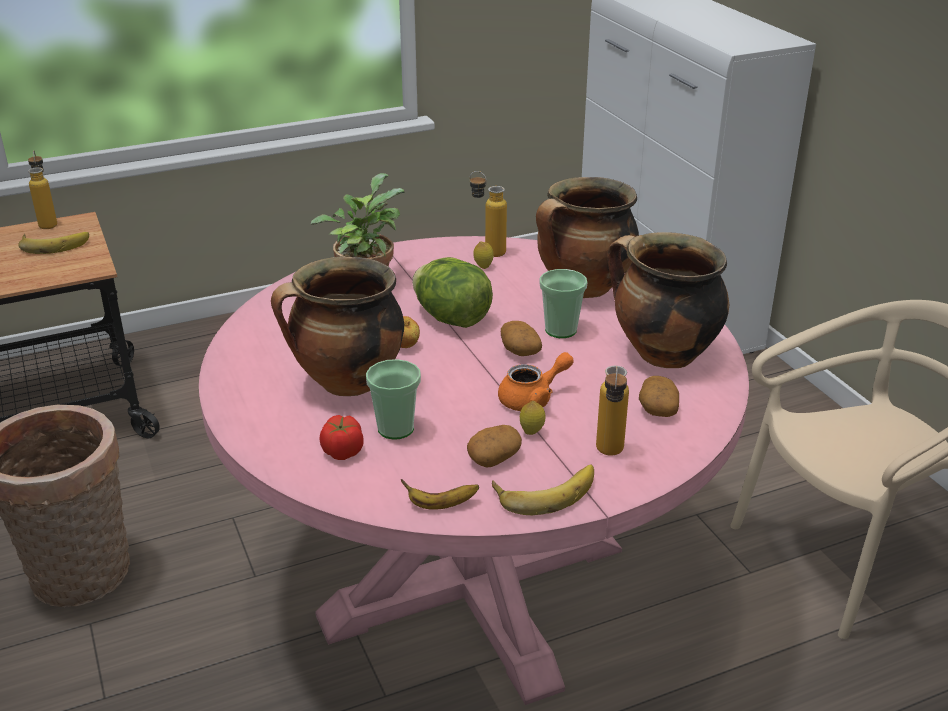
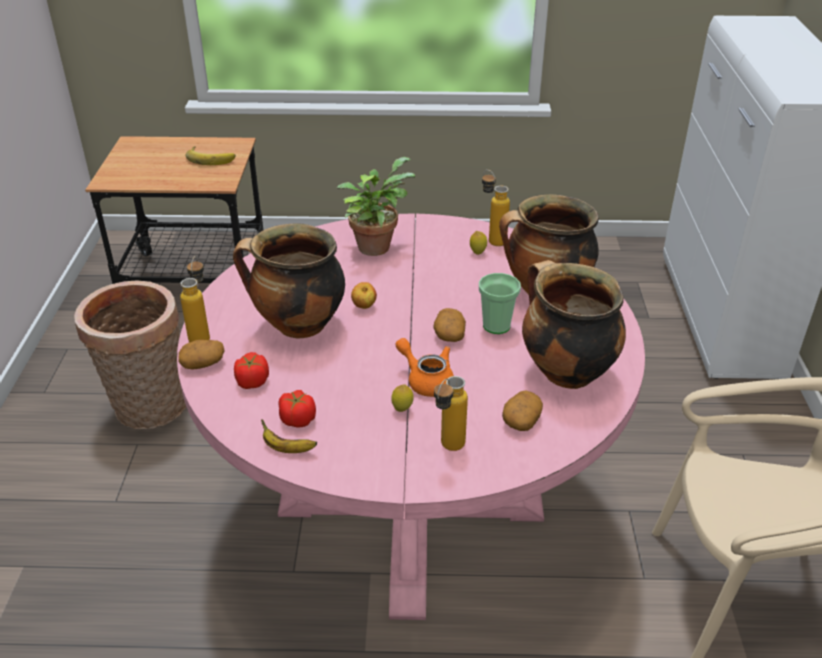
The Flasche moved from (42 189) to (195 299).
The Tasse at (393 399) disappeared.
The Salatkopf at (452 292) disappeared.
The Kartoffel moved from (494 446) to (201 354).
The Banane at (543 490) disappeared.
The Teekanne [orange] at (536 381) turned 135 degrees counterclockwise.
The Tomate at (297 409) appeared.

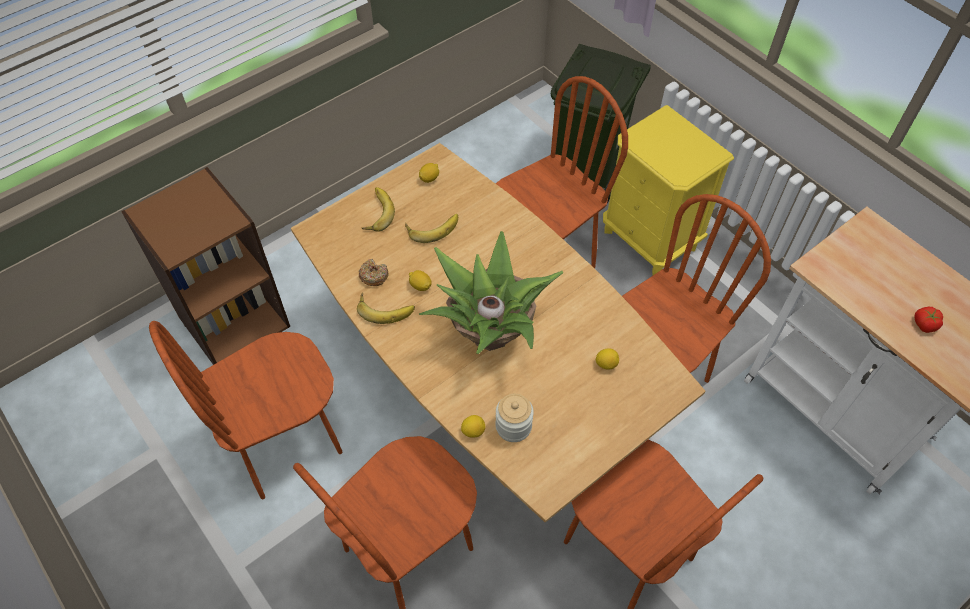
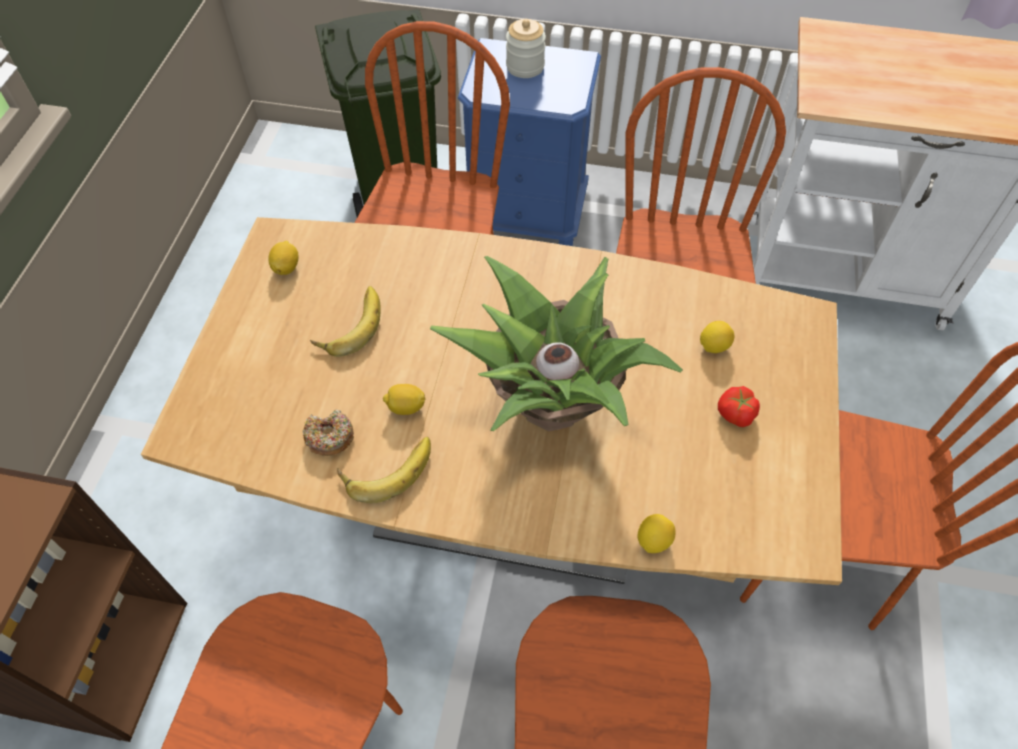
The Banane at (378 209) disappeared.
The Vorratsglas moved from (514 418) to (526 48).
The Nachttisch [gelb] at (668 190) became the Nachttisch [blau] at (529 142).
The Tomate moved from (928 320) to (739 406).

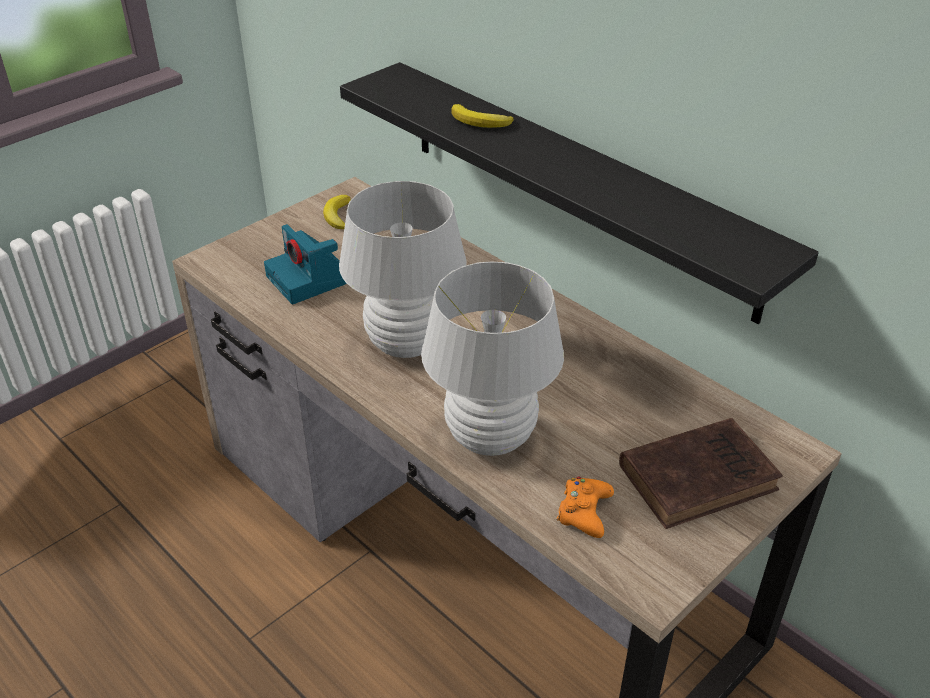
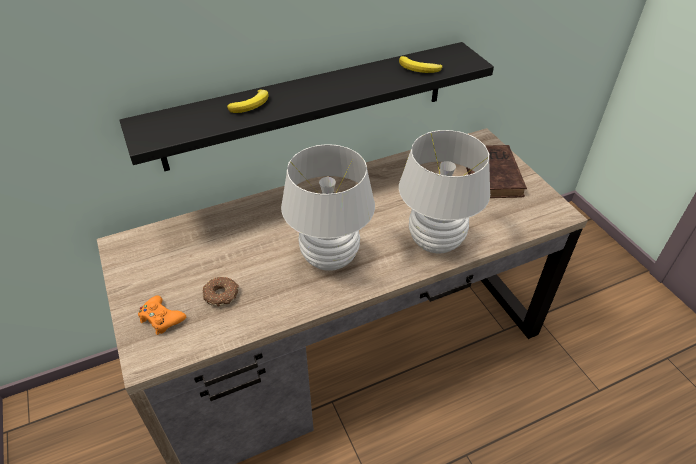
The Kamera at (305 264) was replaced by the Donut at (221 292).
The Banane moved from (337 212) to (420 64).
The Gamepad [orange] moved from (585 507) to (162 315).

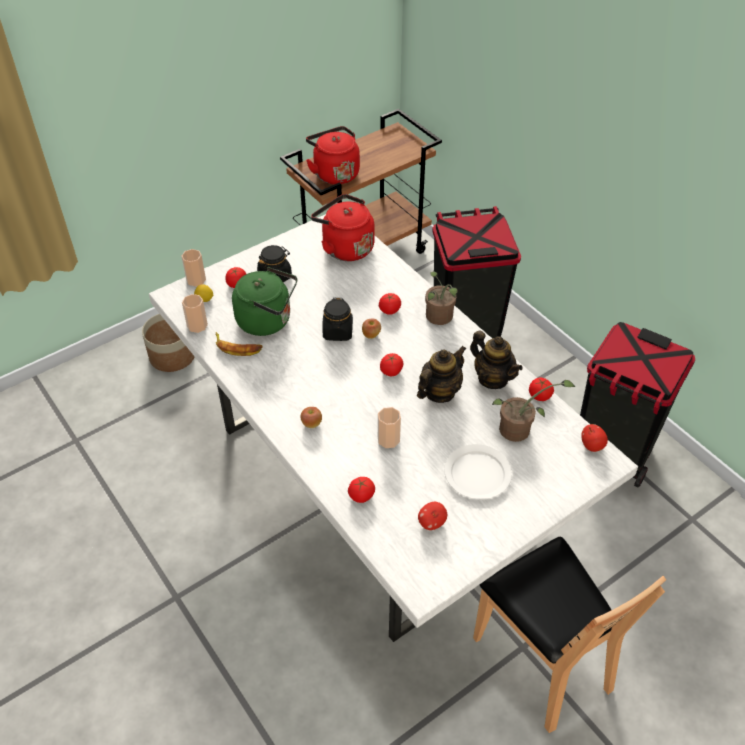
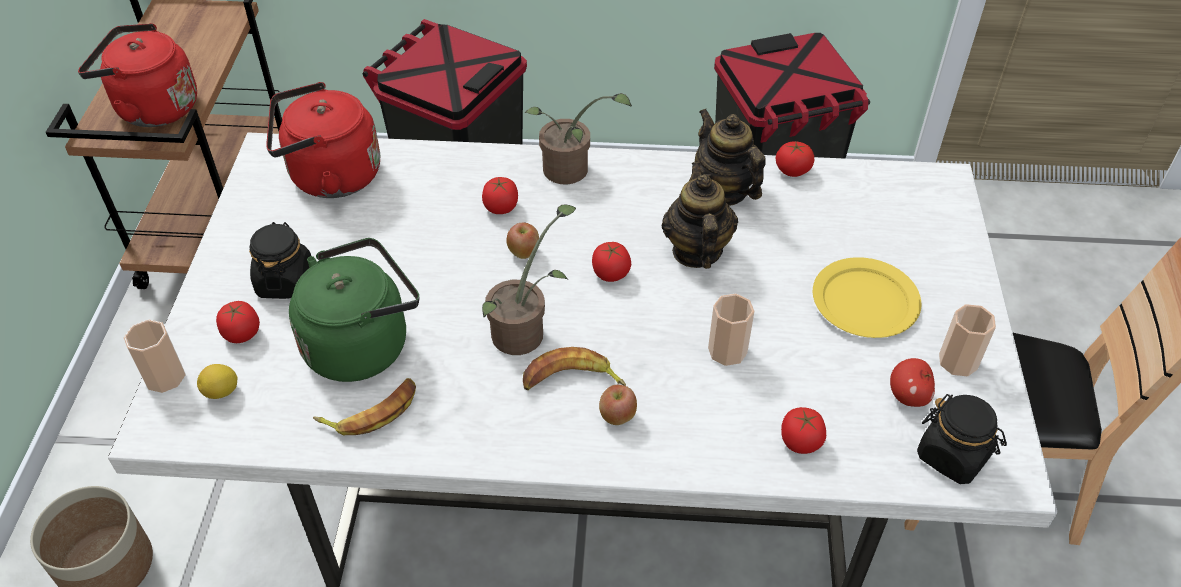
The Tasse moved from (195 313) to (967 340).
The Vorratsglas [schwarz] moved from (337 319) to (962 439).
The Teller [weiß] at (478 472) became the Teller [gelb] at (867 297).
The Teekanne at (496 359) turned 120 degrees counterclockwise.
The Topfpflanze moved from (533 411) to (529 280).
The Apfel at (594 438) disappeared.
The Banane at (574 368) appeared.

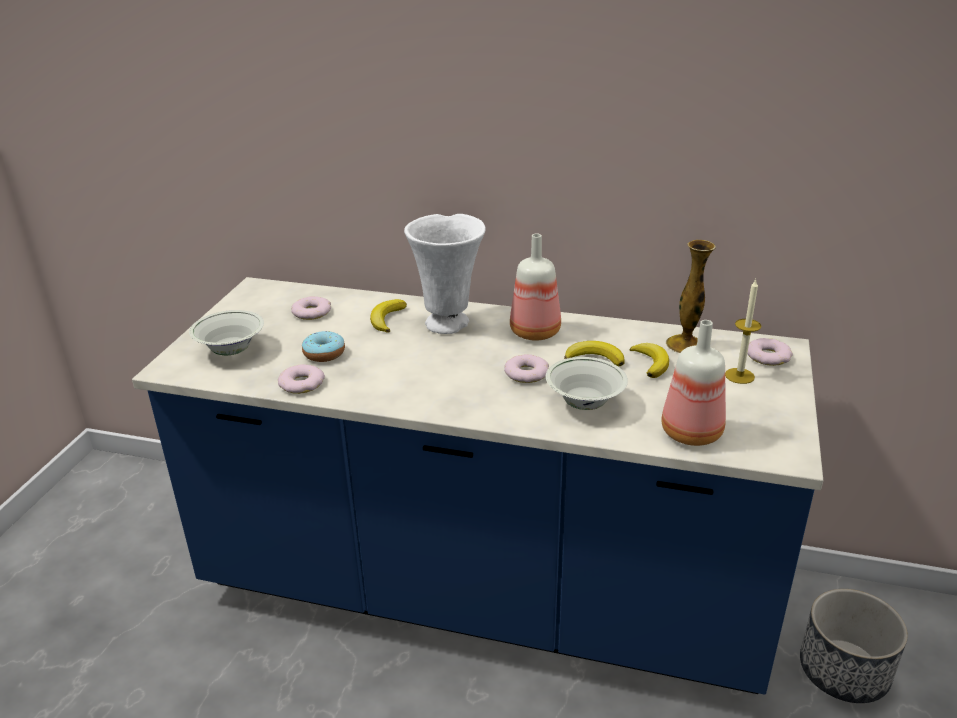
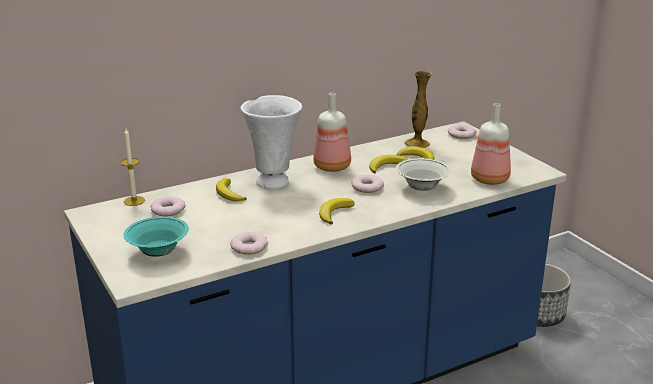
The Schüssel [weiß] at (226 332) became the Schüssel [türkis] at (156 237).
The Donut at (323 346) disappeared.
The Kerze moved from (743 331) to (132 167).
The Banane at (337 211) appeared.

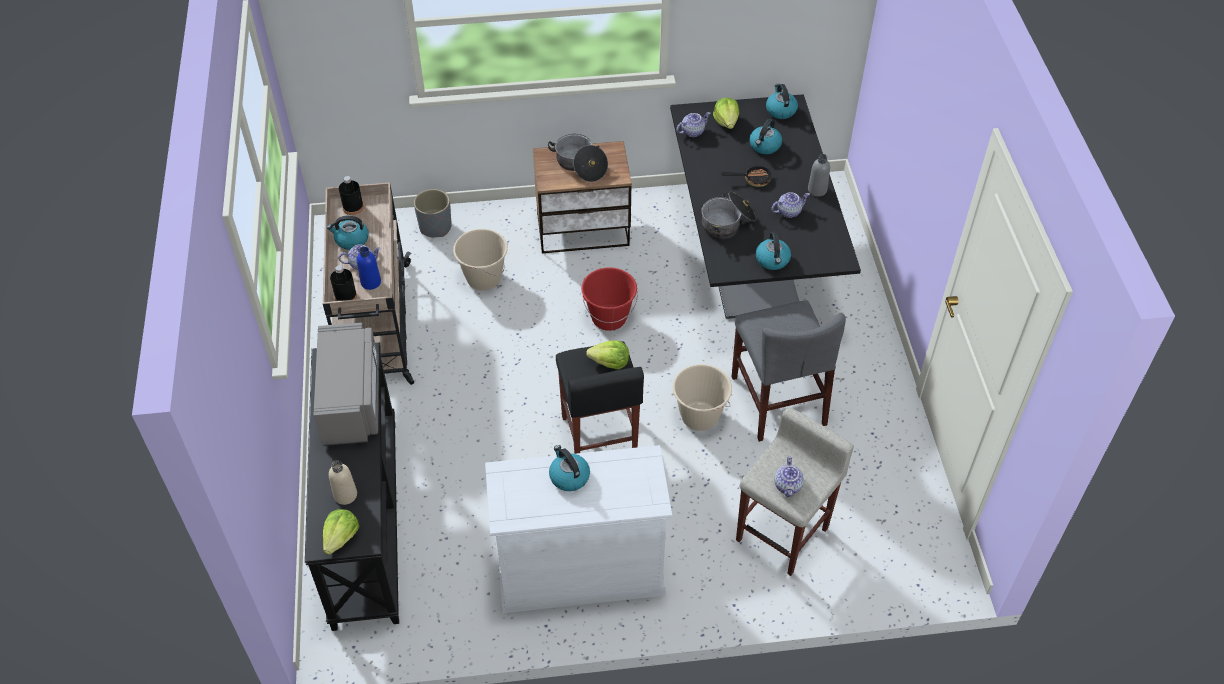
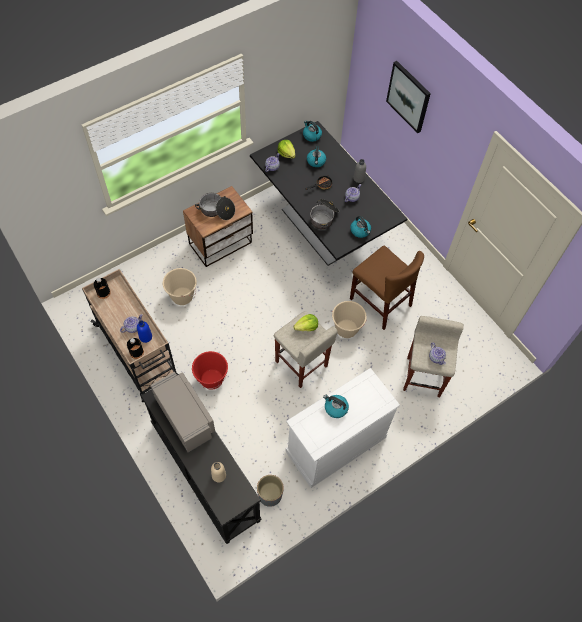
The Salatkopf at (341 532) disappeared.
The Wasserkessel at (348 233) disappeared.
The Pflanzkübel [grau] moved from (433 213) to (270 491).
The Hocker [schwarz] at (600 397) became the Hocker [beige] at (306 349).
The Eimer [rot] moved from (609 299) to (210 370).
The Stuhl [grau] at (789 371) became the Stuhl [braun] at (387 288).
The Bild at (408 97) appeared.

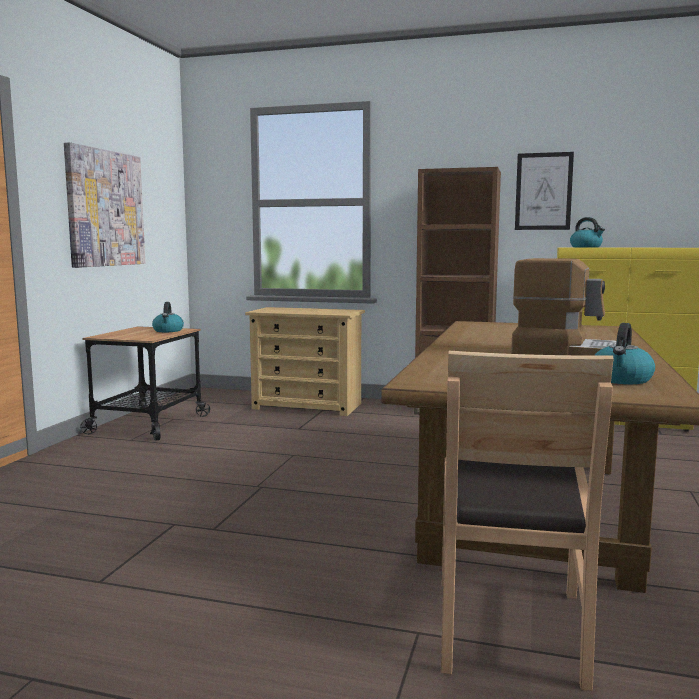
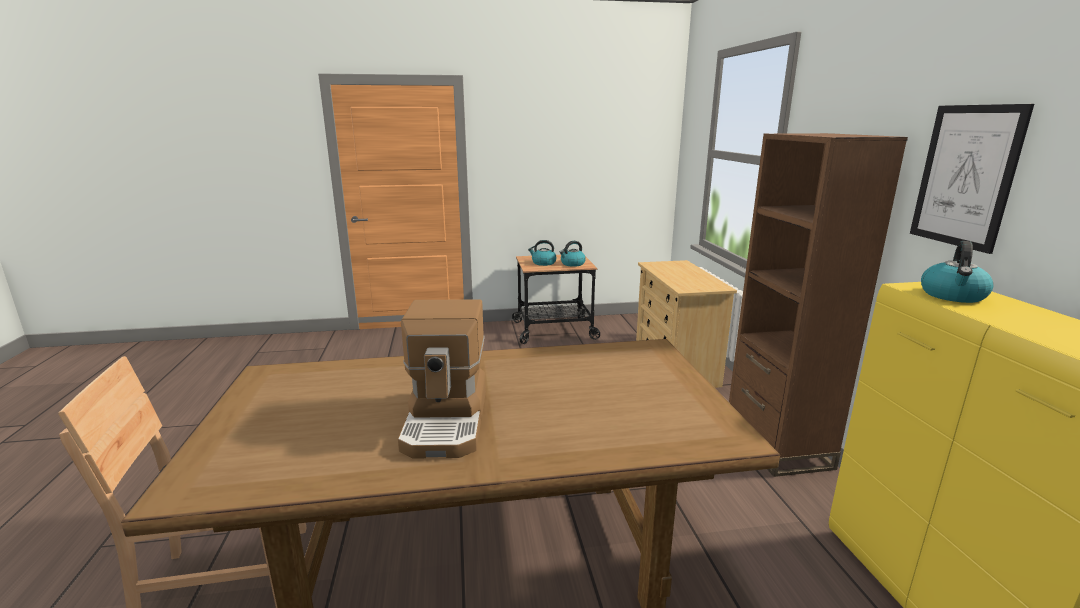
The Bild at (104 205) disappeared.
The Wasserkessel moved from (625 353) to (542 253).

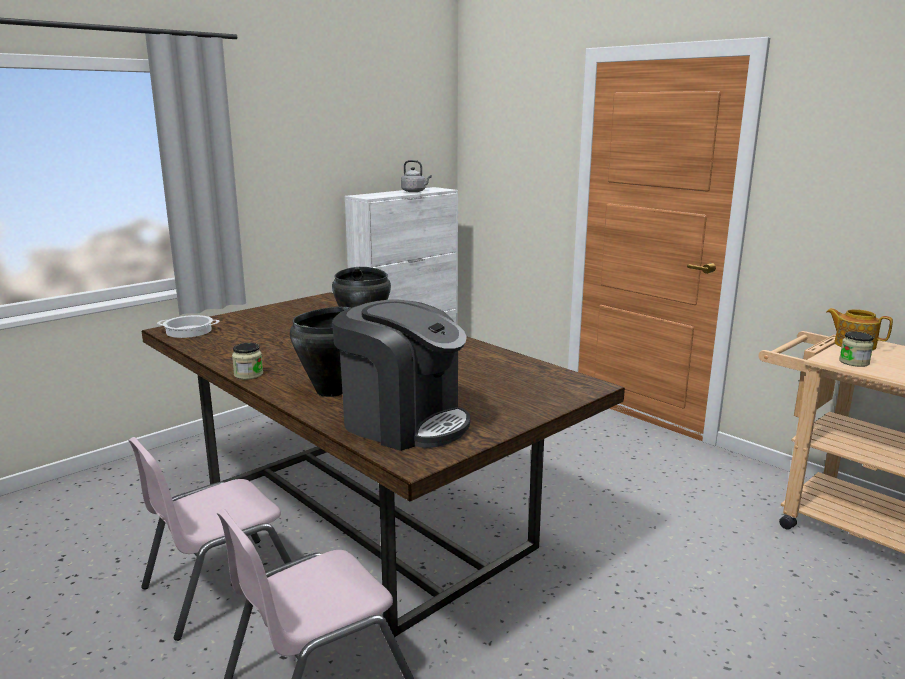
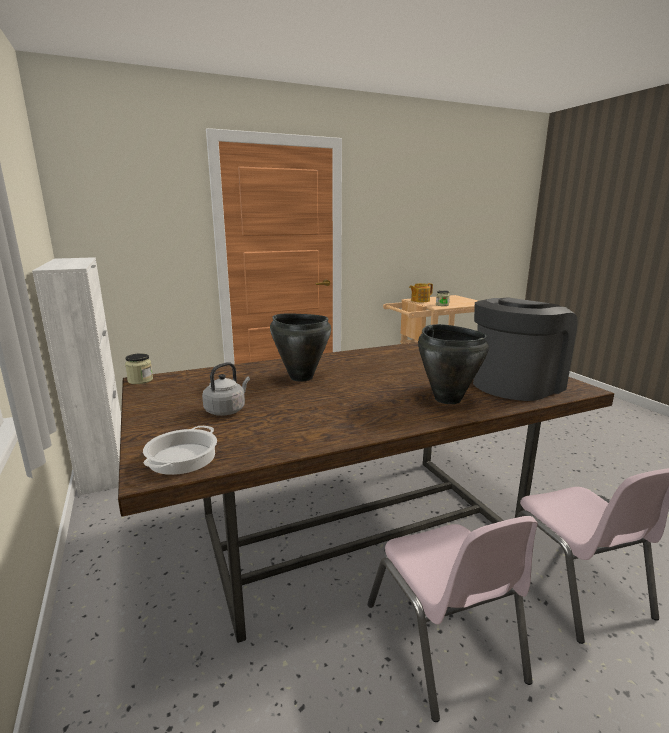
The Vorratsglas moved from (247 361) to (139 368).
The Wasserkessel [grau] moved from (416 176) to (226 389).

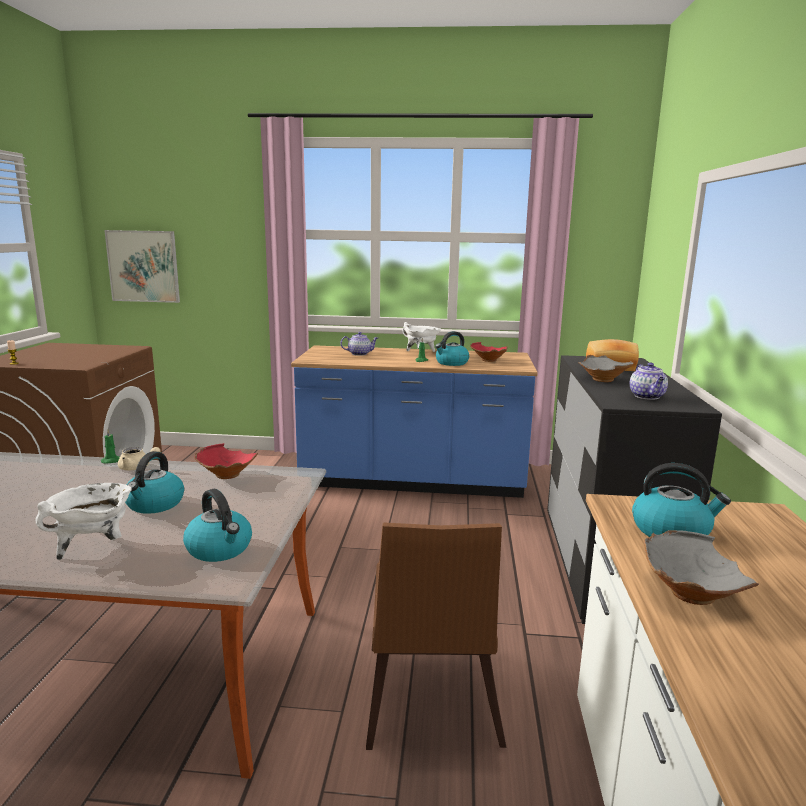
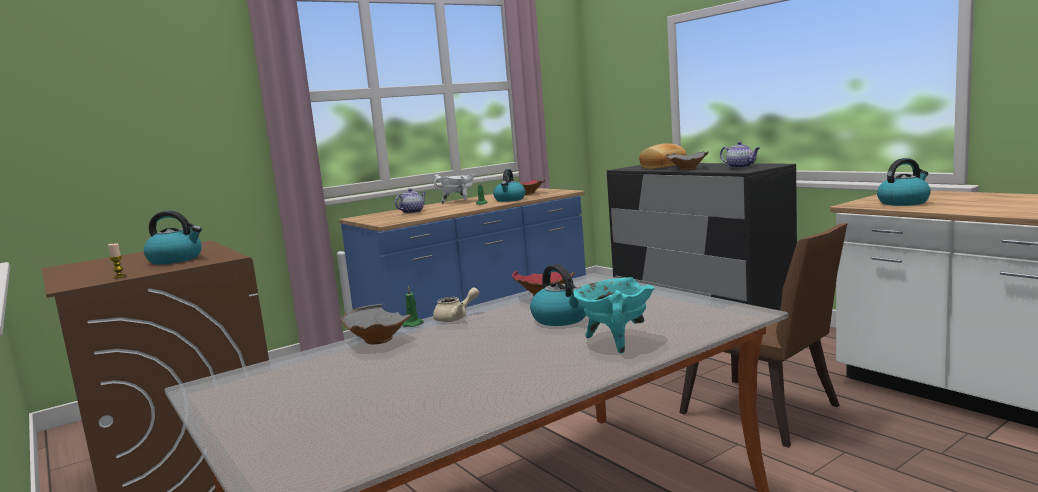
The Kochtopf [weiß] at (84 521) became the Kochtopf [türkis] at (614 315).
The Bild at (142 266) disappeared.
The Wasserkessel moved from (217 525) to (173 238).
The Schüssel [grau] moved from (701 567) to (376 324).

